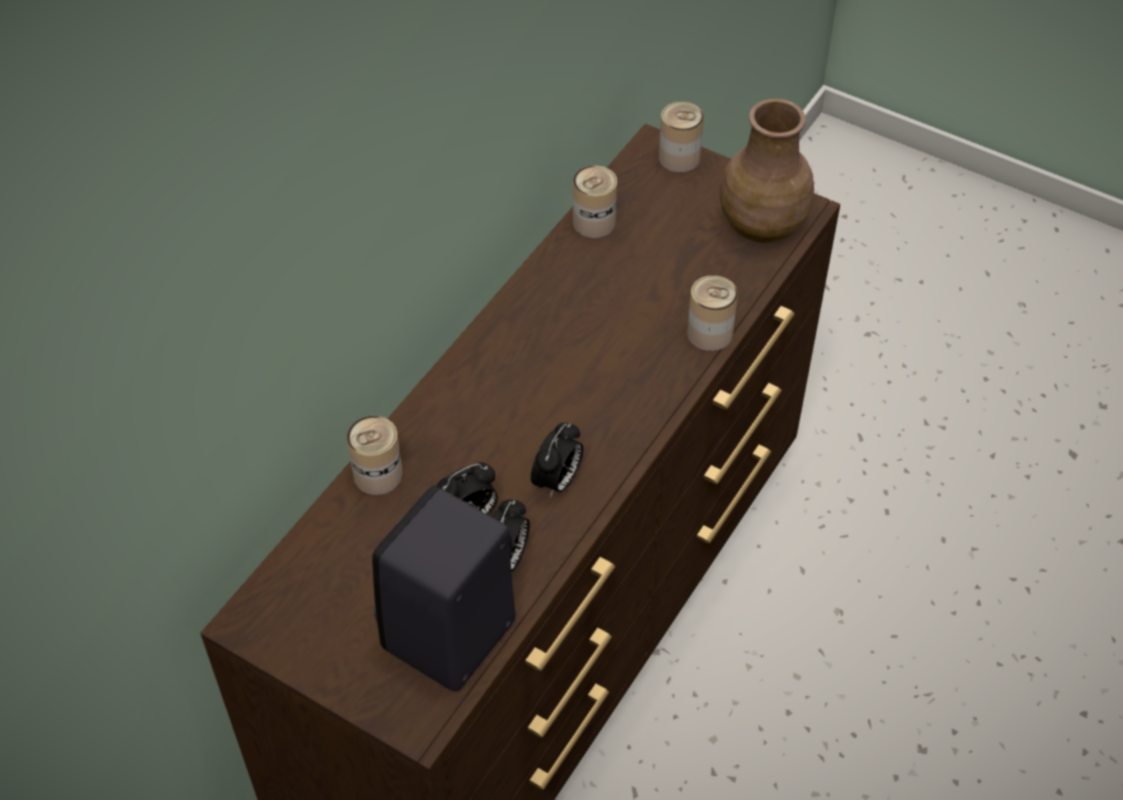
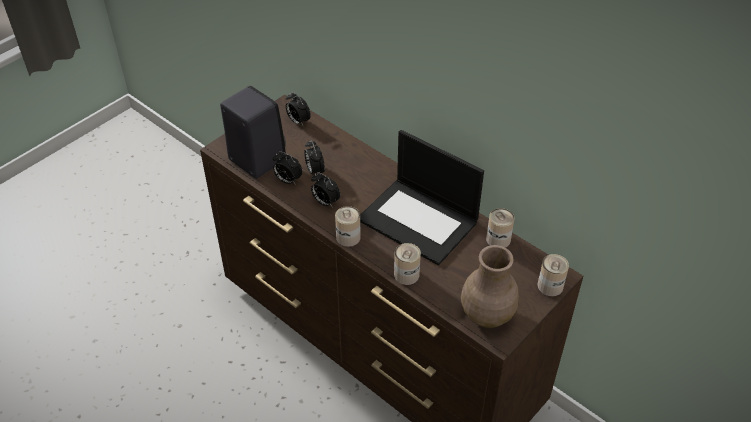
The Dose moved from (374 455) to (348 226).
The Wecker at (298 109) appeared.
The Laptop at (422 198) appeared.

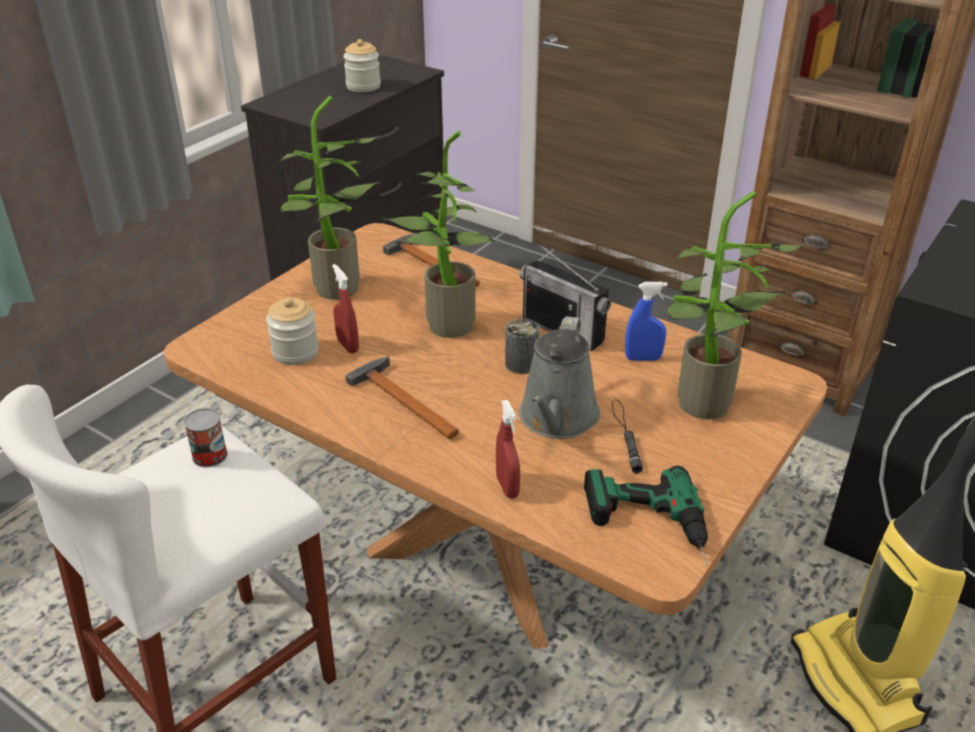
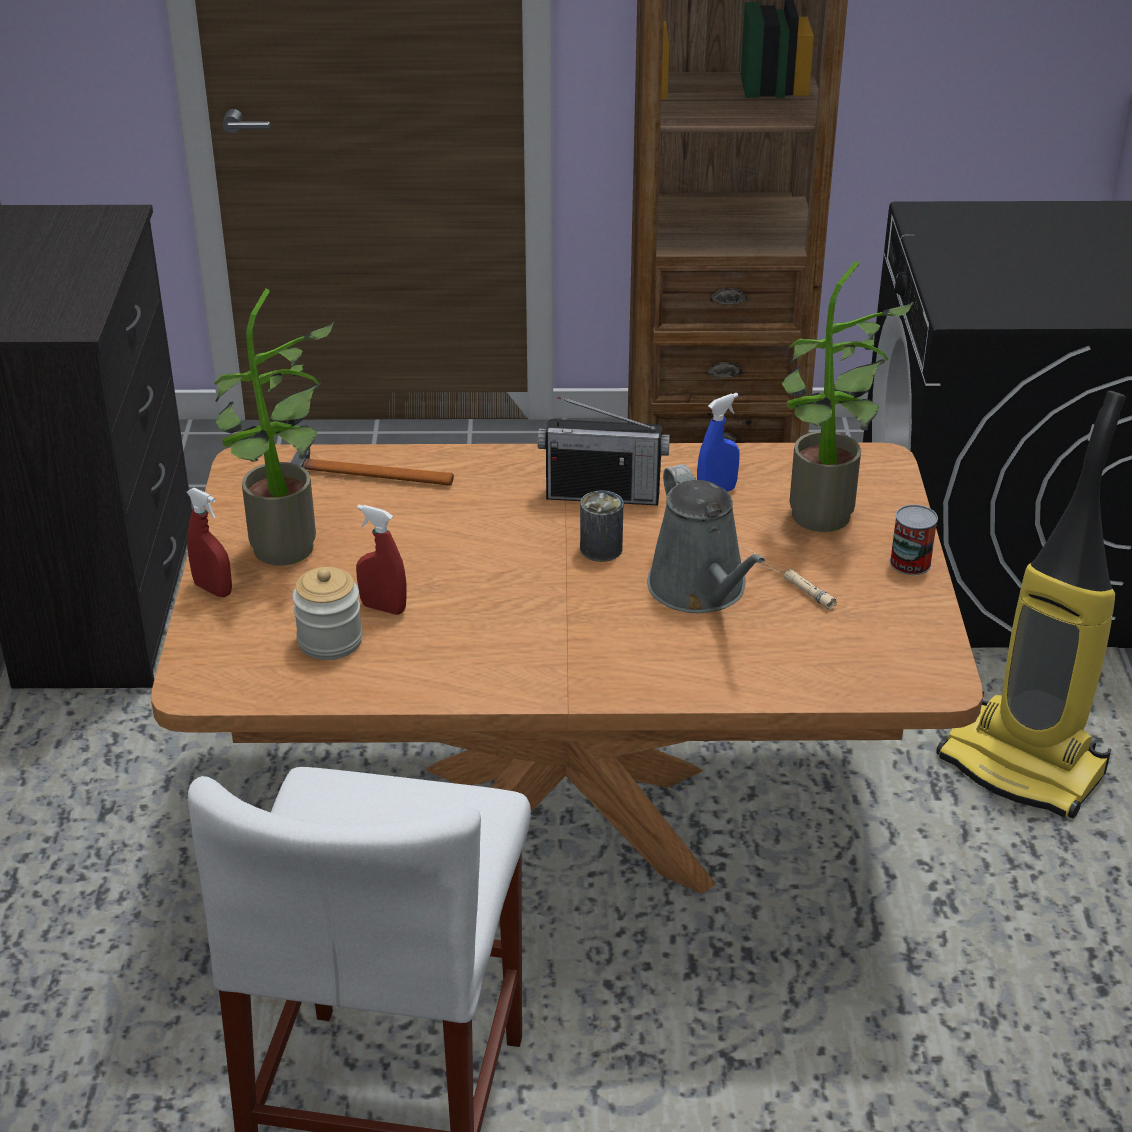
The Dose moved from (206 438) to (914 540).
The Vorratsglas at (362 65) disappeared.
The Hammer at (402 397) disappeared.
The Topfpflanze at (438 234) disappeared.
The Sprühflasche [rot] moved from (508 449) to (209 542).
The Bohrmaschine at (646 516) disappeared.
The Taschenlampe [schwarz] at (627 436) became the Taschenlampe [beige] at (787 577).

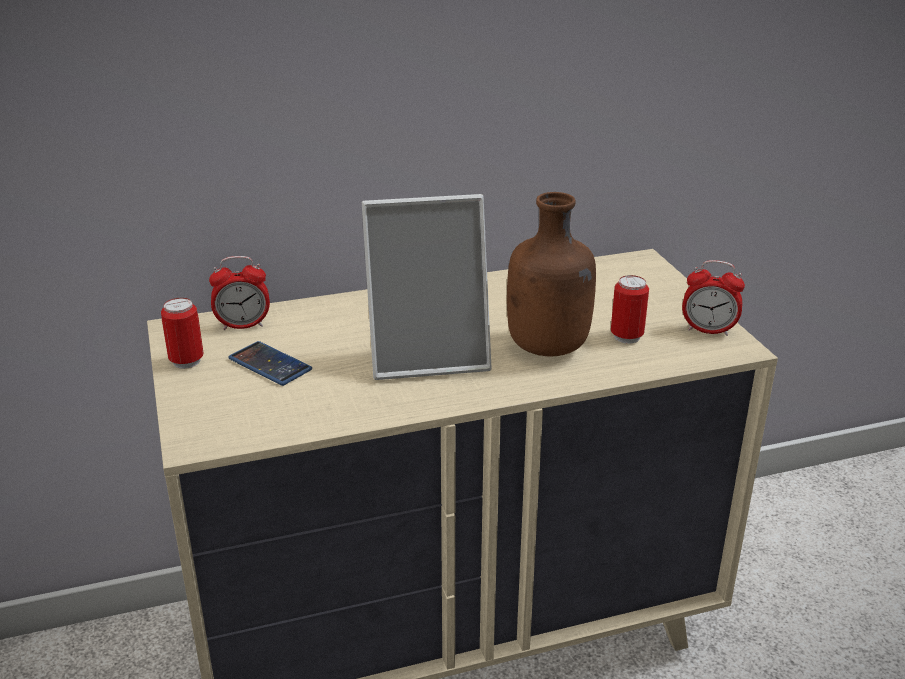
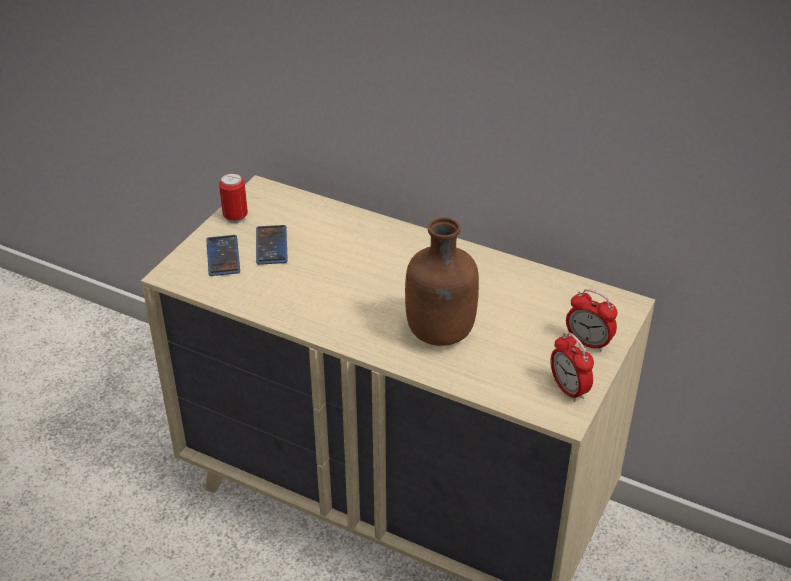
The Wecker moved from (239 293) to (591 320).
The Bilderrahmen at (426 287) disappeared.
The Dose at (630 309) disappeared.
The Handy at (223 255) appeared.

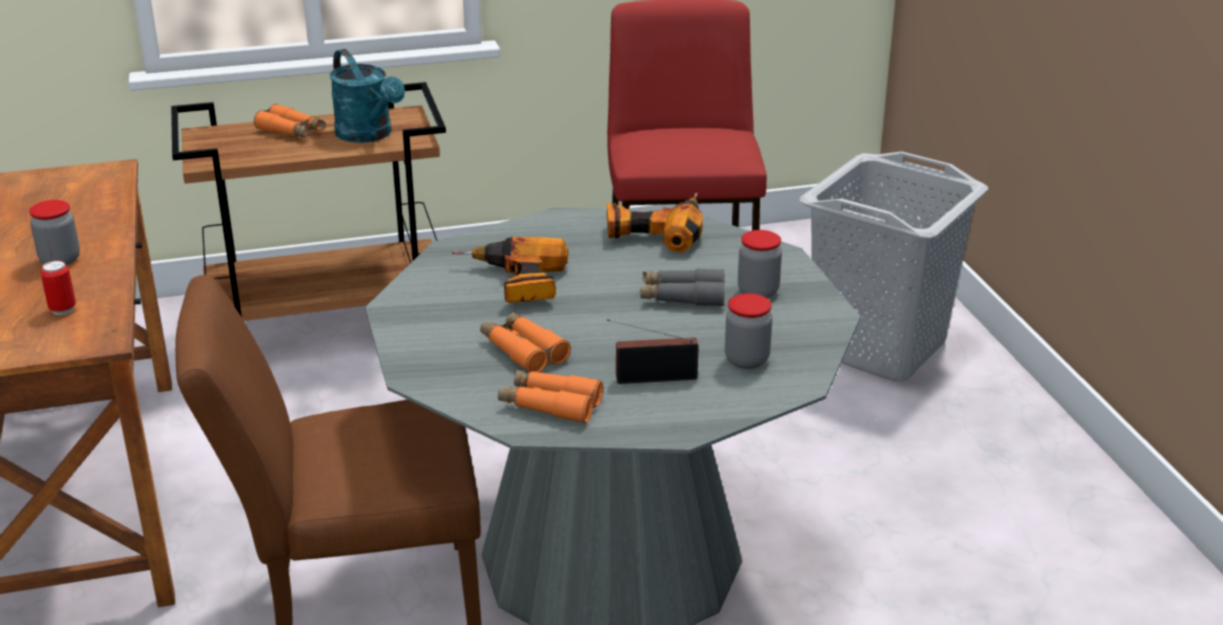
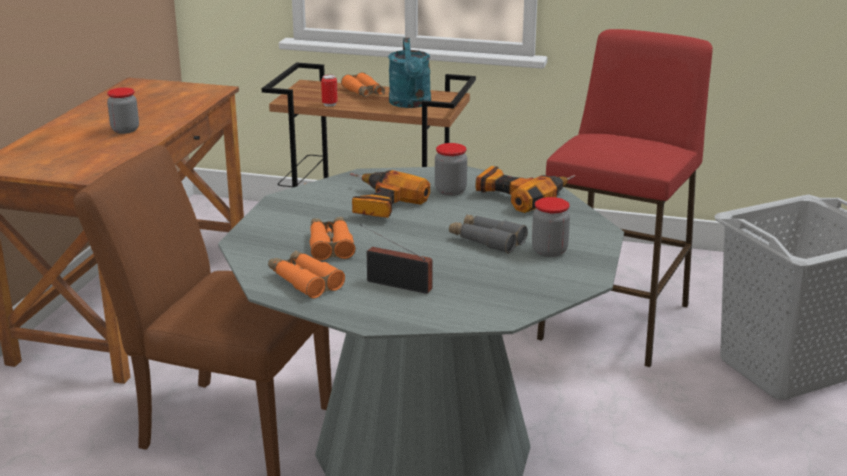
The Dose moved from (58 287) to (329 91).
The Vorratsglas moved from (749 331) to (451 169).

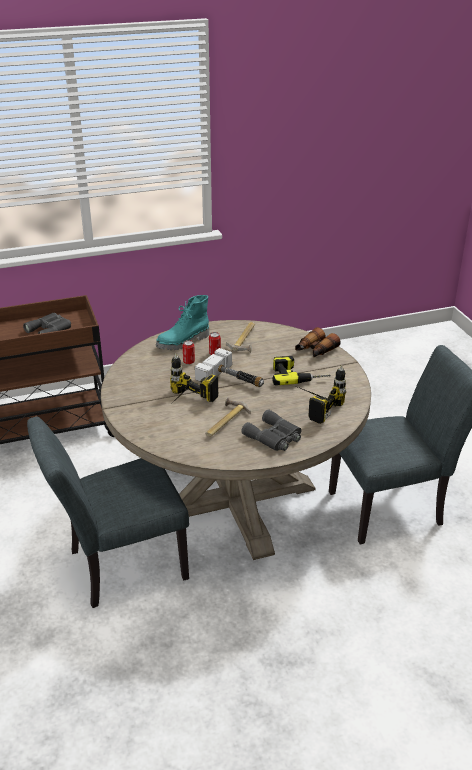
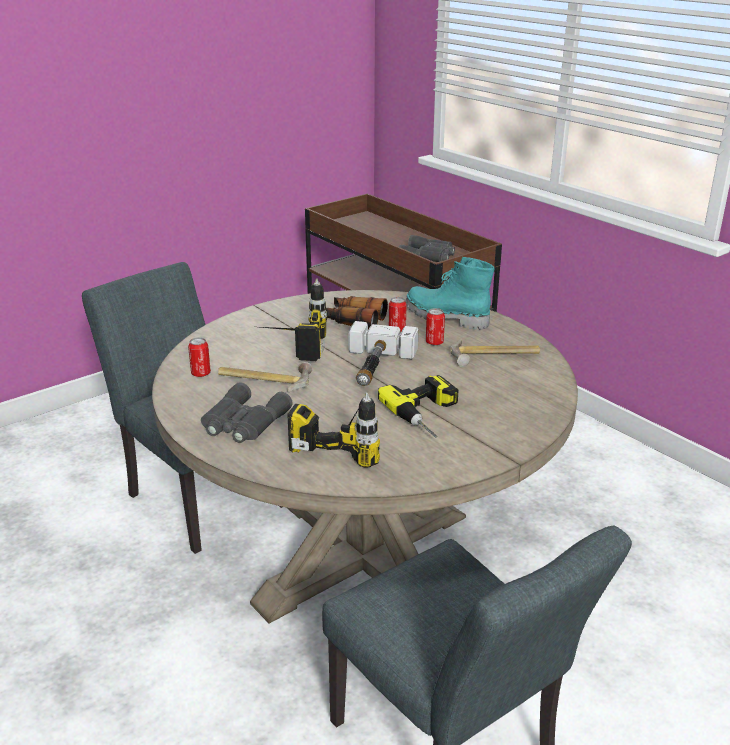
The Fernglas moved from (318 342) to (357 312).
The Dose at (199 357) appeared.

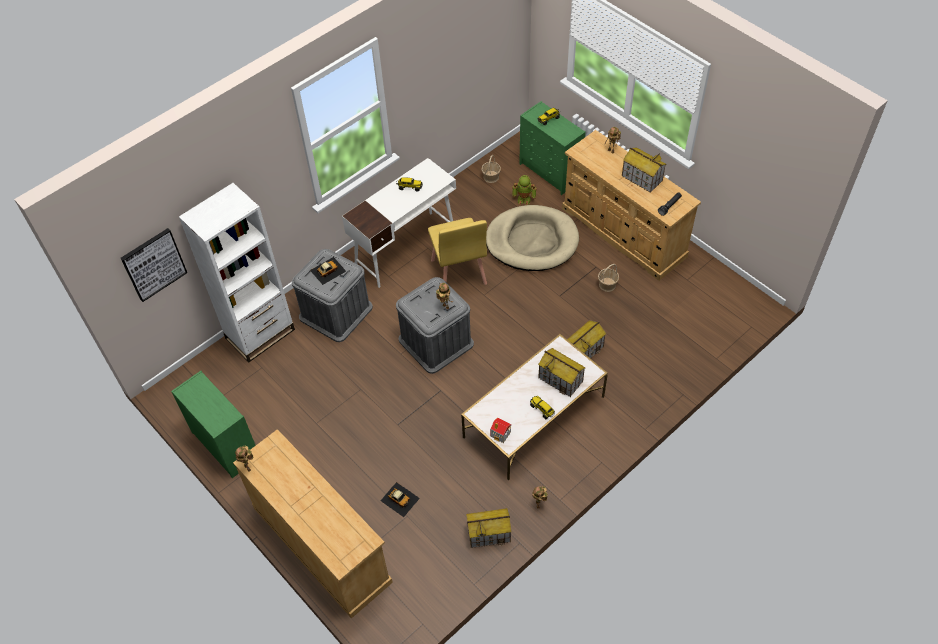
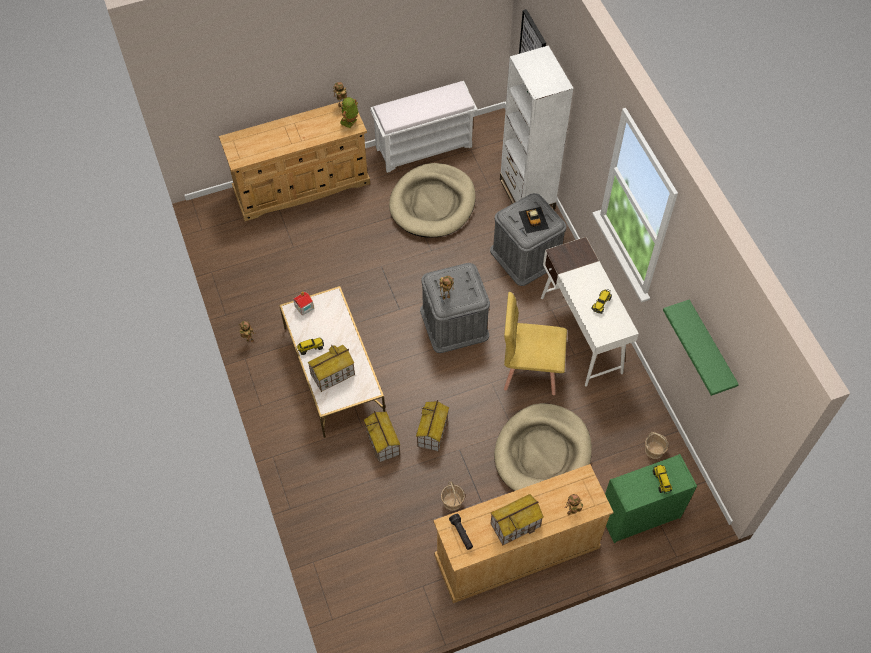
The Kommode [grün] at (213 424) was replaced by the Bank [weiß] at (424 127).
The Spielzeugauto at (400 499) disappeared.
The Spielzeughaus moved from (489 528) to (432 426).
The Spielzeugroboter moved from (524 190) to (349 112).
The Hundebett [beige] at (432 200) appeared.
The Wandregal [grün] at (701 348) appeared.

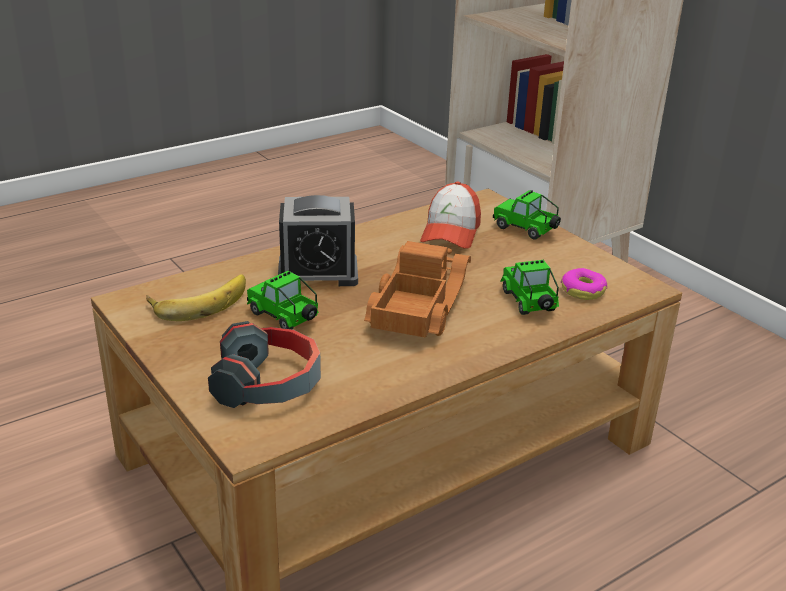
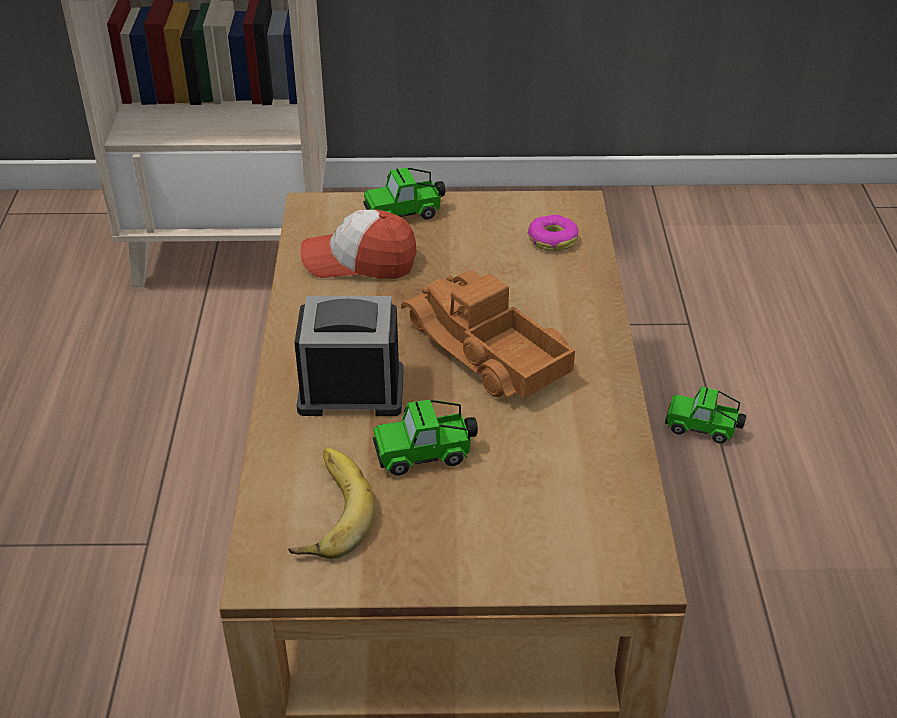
The Kopfhörer at (264 364) disappeared.
The Wecker at (318 240) turned 120 degrees counterclockwise.
The Kappe at (450 215) turned 135 degrees clockwise.
The Spielzeugauto moved from (529 287) to (705 415).

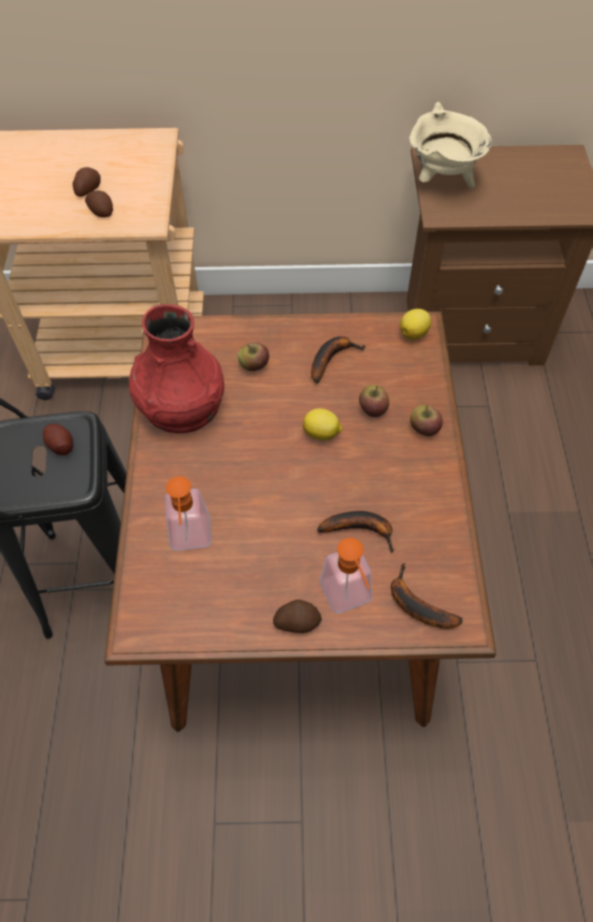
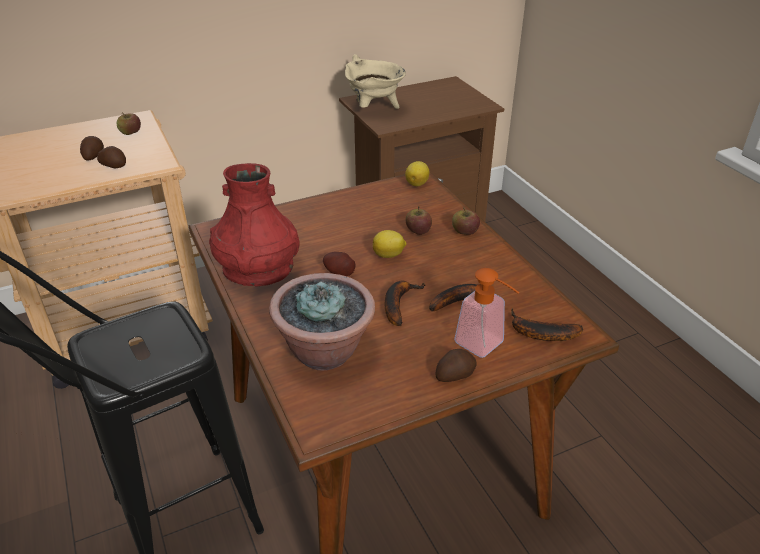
The Kartoffel moved from (58 439) to (339 264).
The Seifenspender at (188 513) was replaced by the Topfpflanze at (322 322).
The Apfel moved from (253 356) to (129 123).
The Banane moved from (338 360) to (405 303).

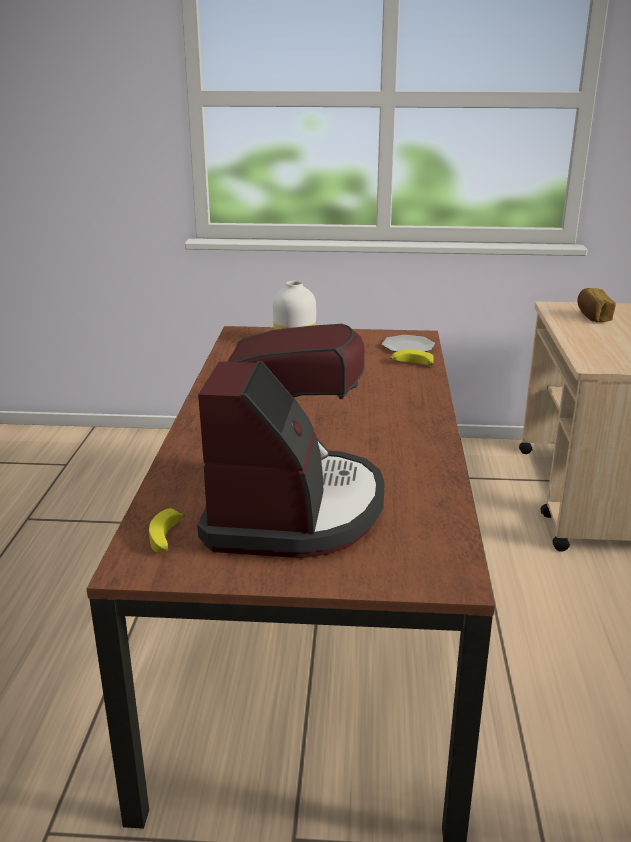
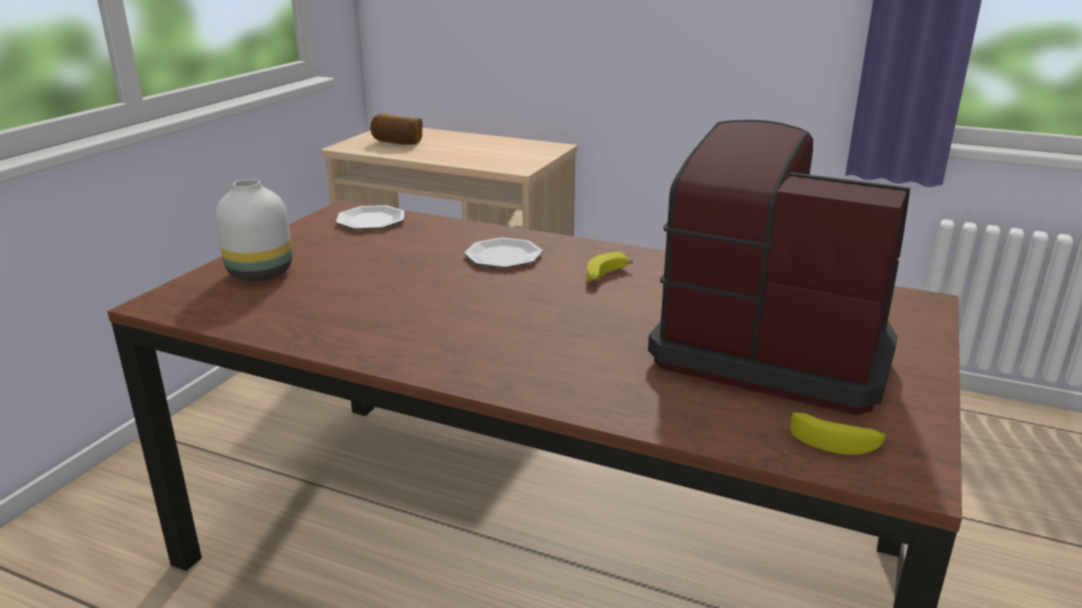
The Banane moved from (411 357) to (610 267).
The Teller at (503 253) appeared.

